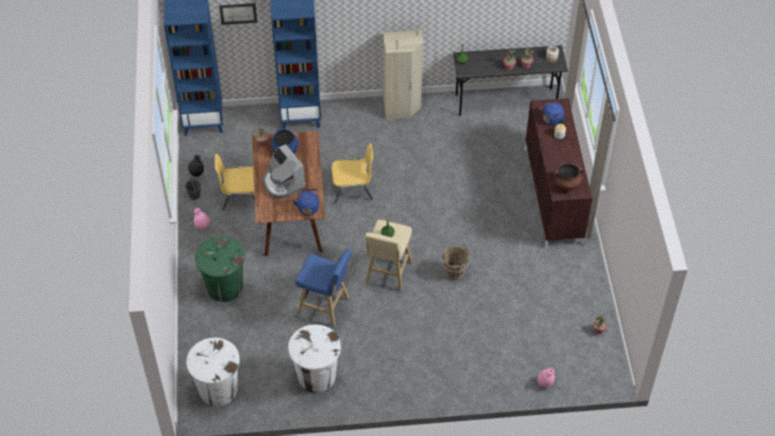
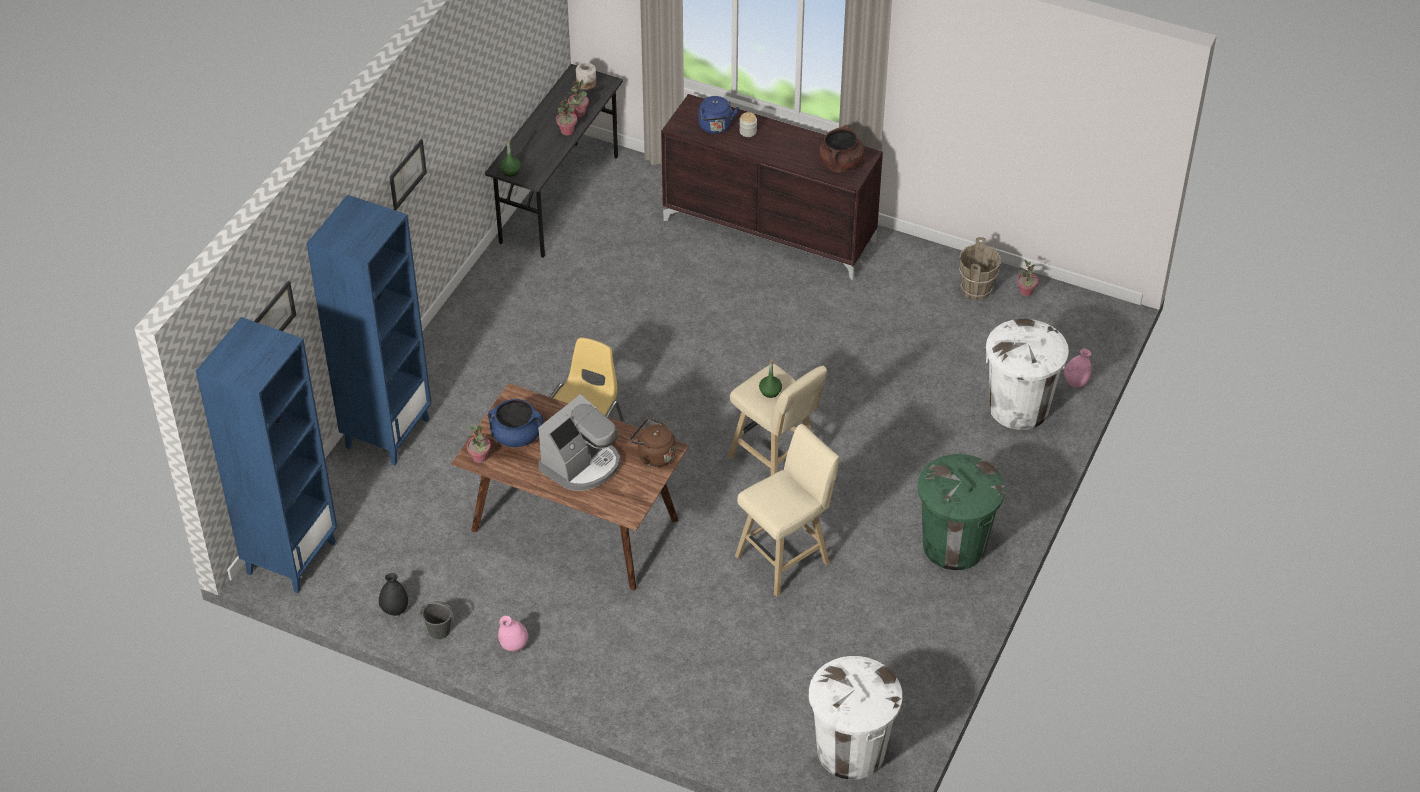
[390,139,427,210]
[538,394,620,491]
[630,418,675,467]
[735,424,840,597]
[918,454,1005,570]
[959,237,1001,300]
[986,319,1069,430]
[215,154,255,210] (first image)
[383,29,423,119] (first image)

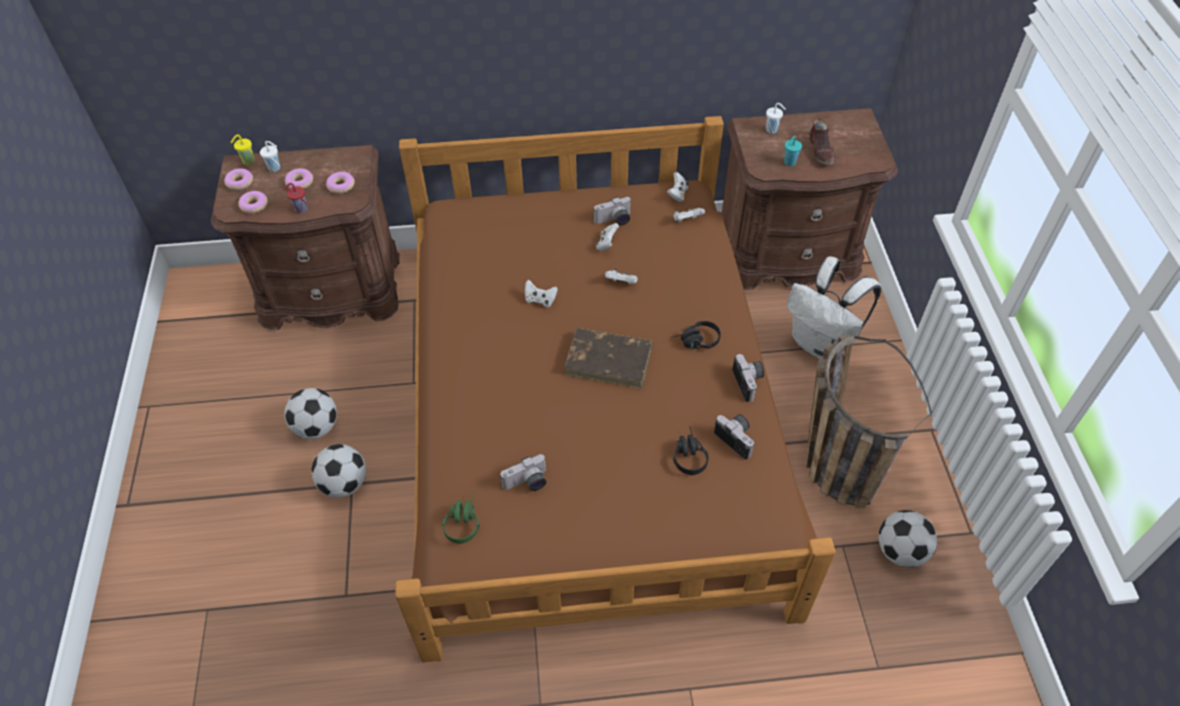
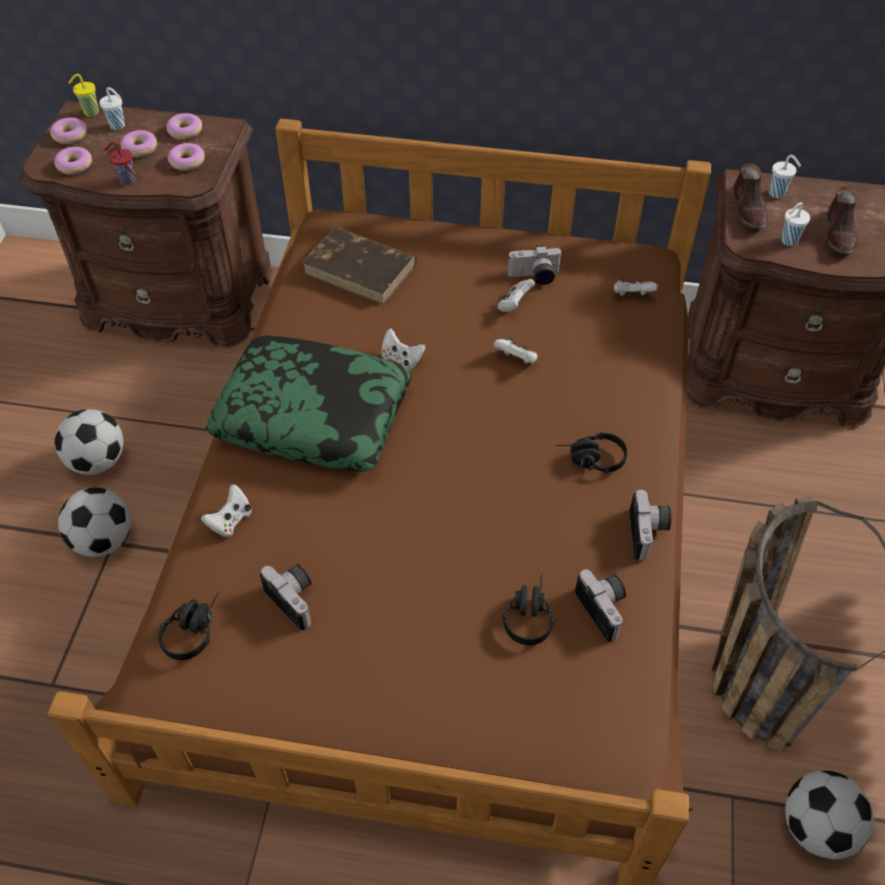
[158,593,219,660]
[167,113,202,140]
[201,484,252,537]
[206,335,412,472]
[260,564,311,630]
[302,227,417,305]
[734,163,768,229]
[781,202,810,246]
[787,256,881,359] (first image)

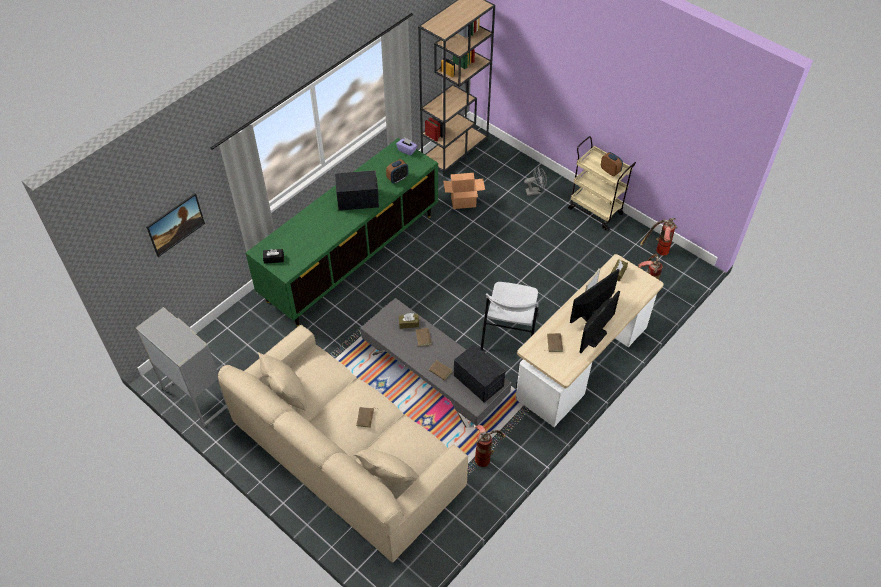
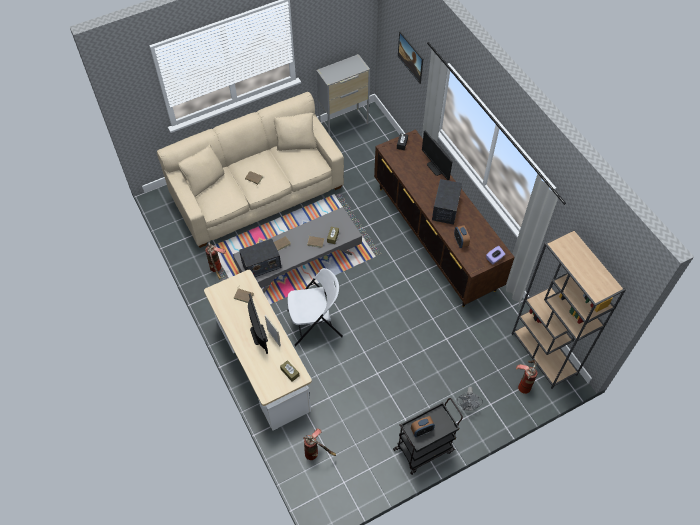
[287,268,343,347]
[374,129,515,307]
[393,398,463,475]
[422,130,452,181]
[516,360,538,394]
[443,173,485,209] (first image)

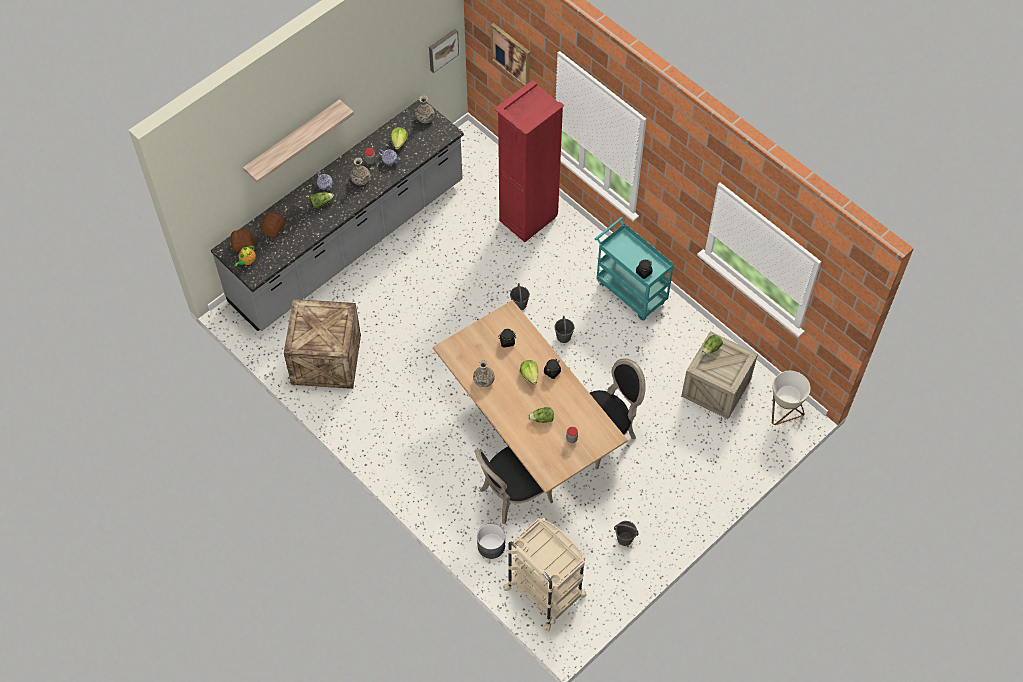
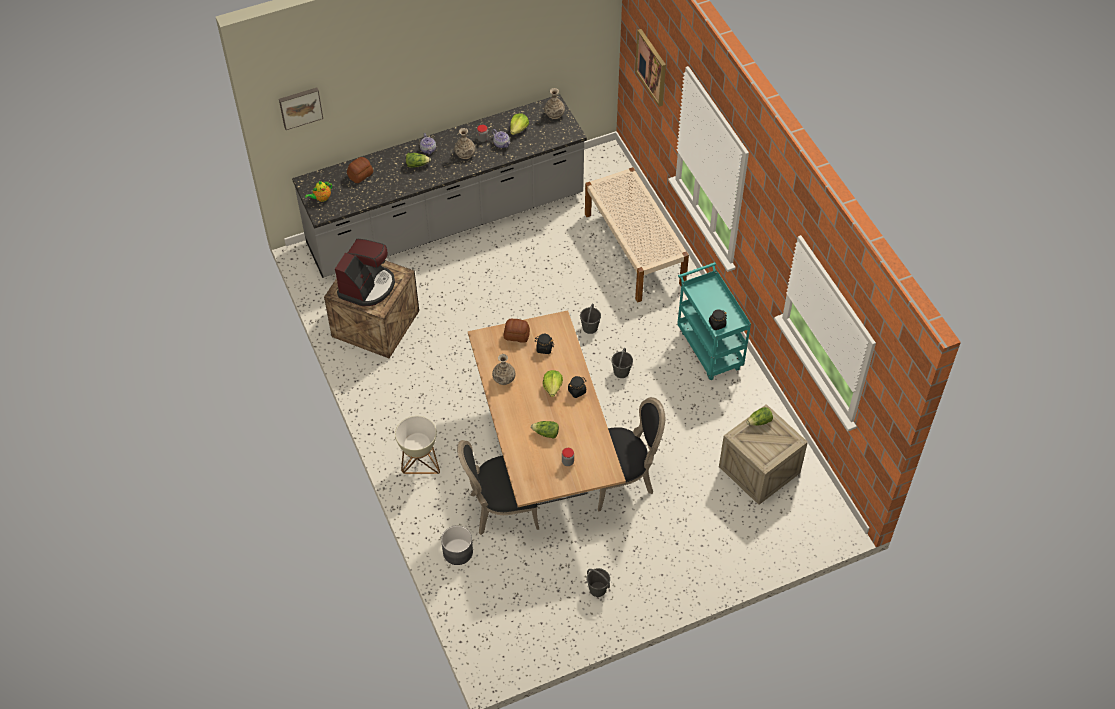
[279,87,323,130]
[335,239,395,306]
[395,416,440,474]
[504,318,530,343]
[585,167,689,303]
[243,99,354,183] (first image)
[503,518,586,631] (first image)

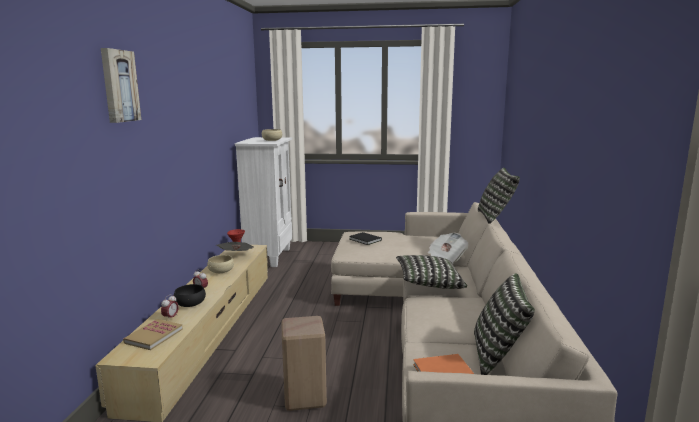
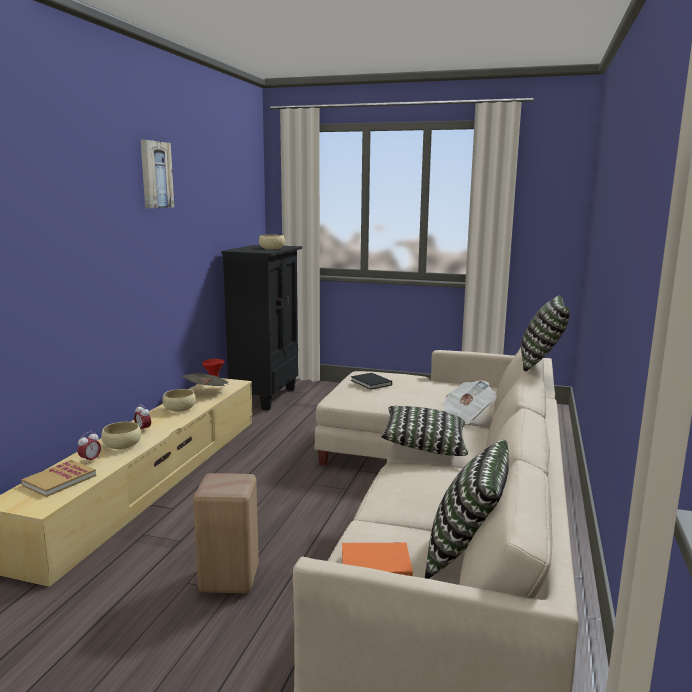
[101,422,141,449]
[141,140,174,208]
[221,245,302,410]

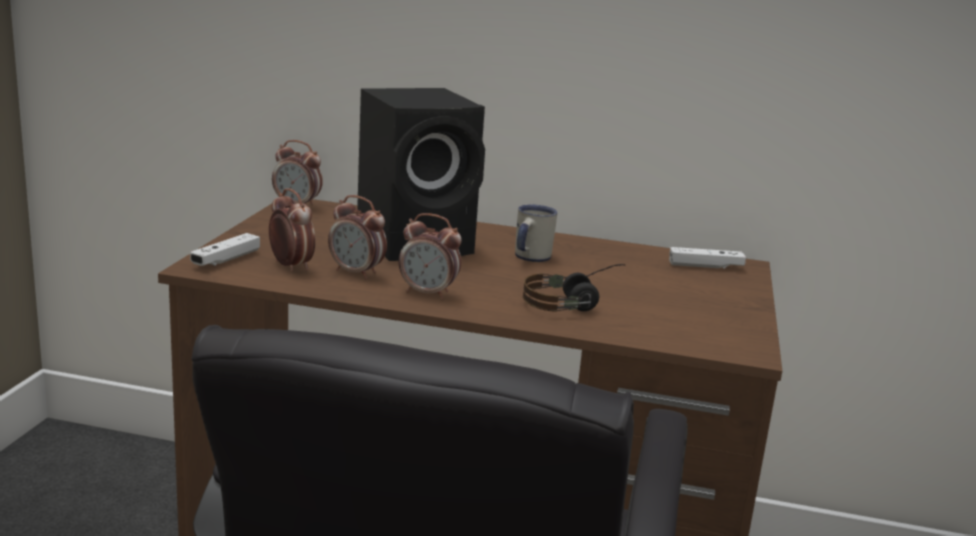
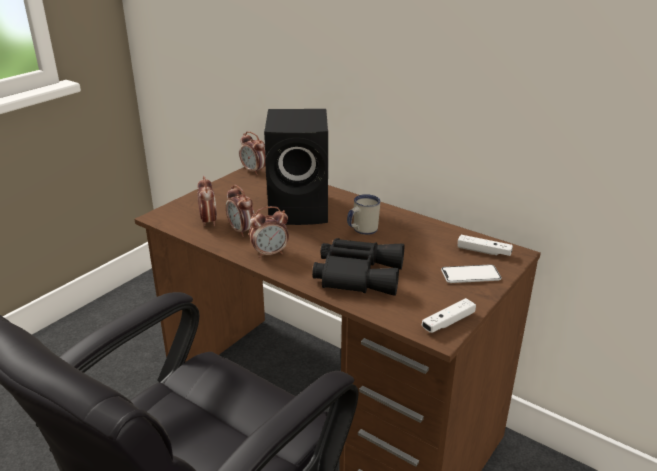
[249,206,289,258]
[312,238,404,296]
[422,298,476,333]
[441,264,502,283]

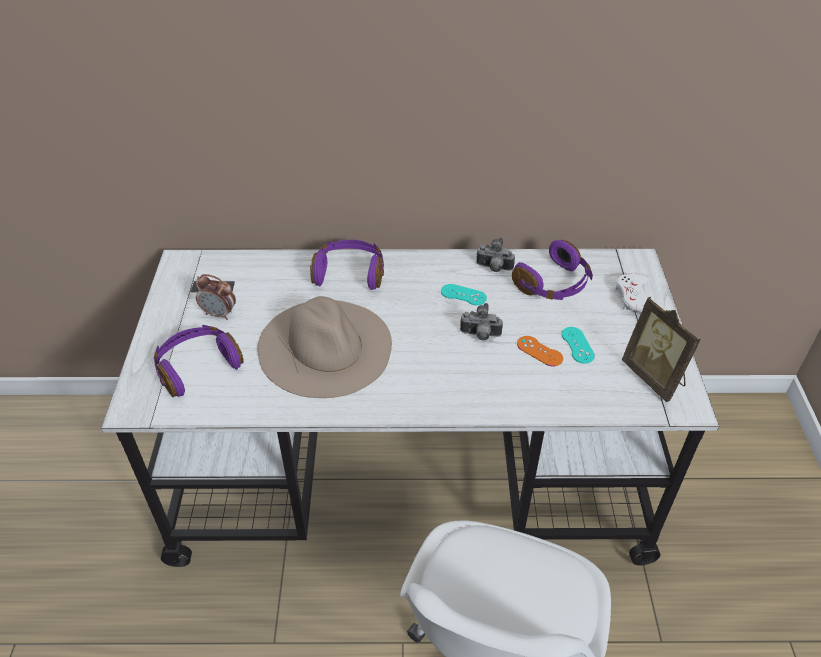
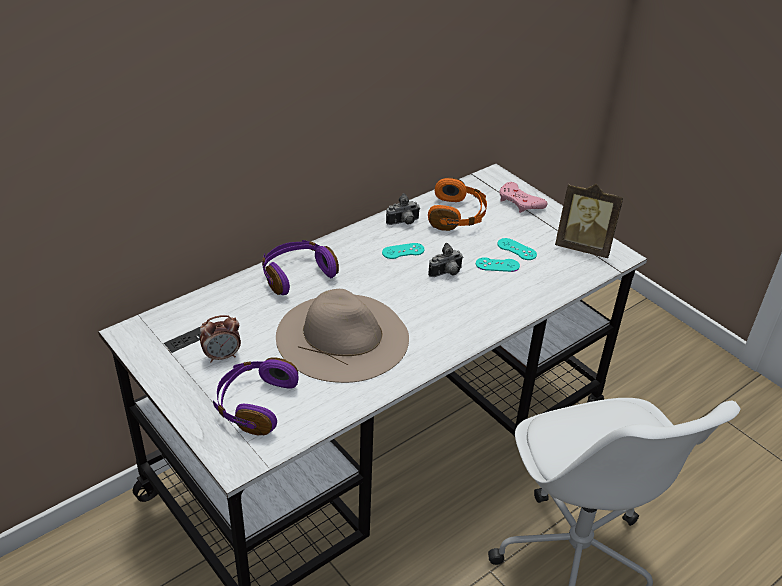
[428,177,487,231]
[476,257,520,272]
[499,182,548,213]

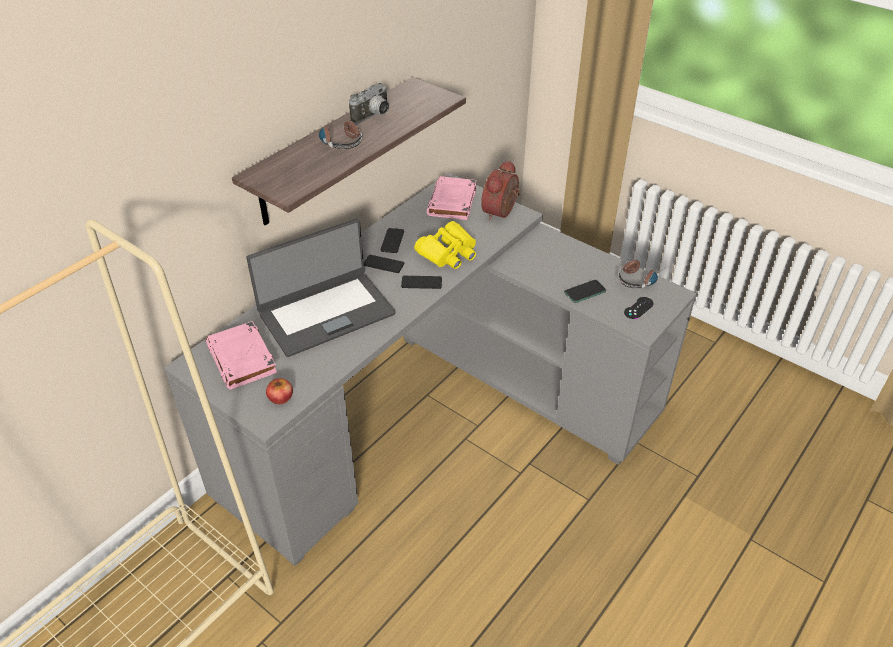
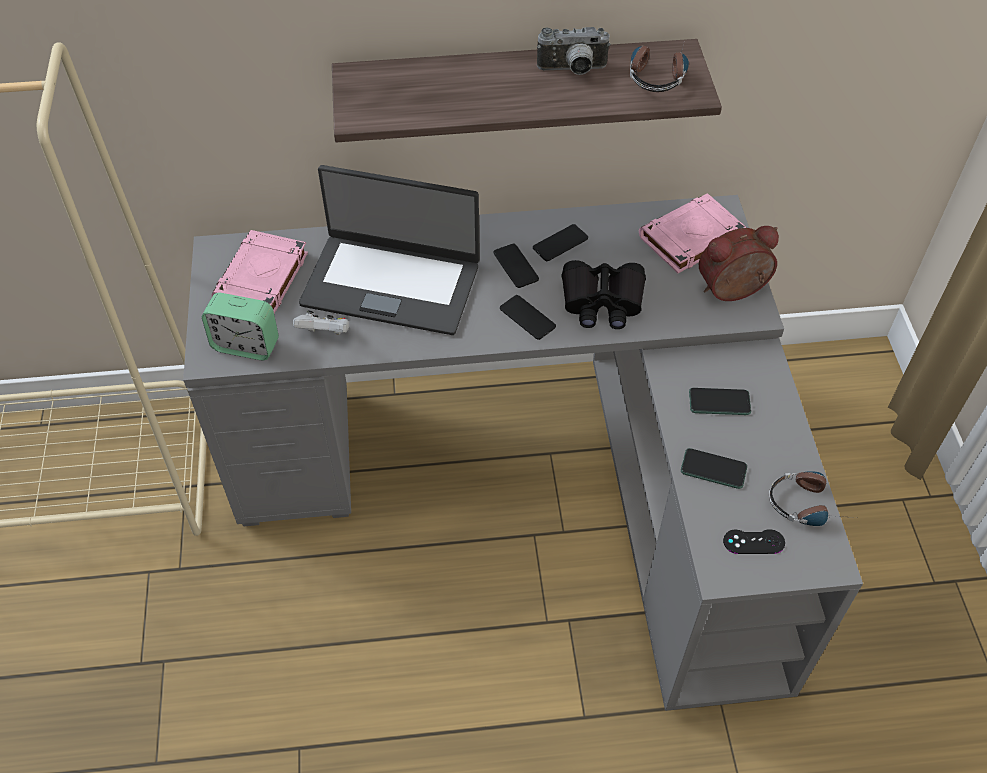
[202,293,279,360]
[293,310,349,335]
[562,260,646,329]
[630,43,689,92]
[689,388,751,415]

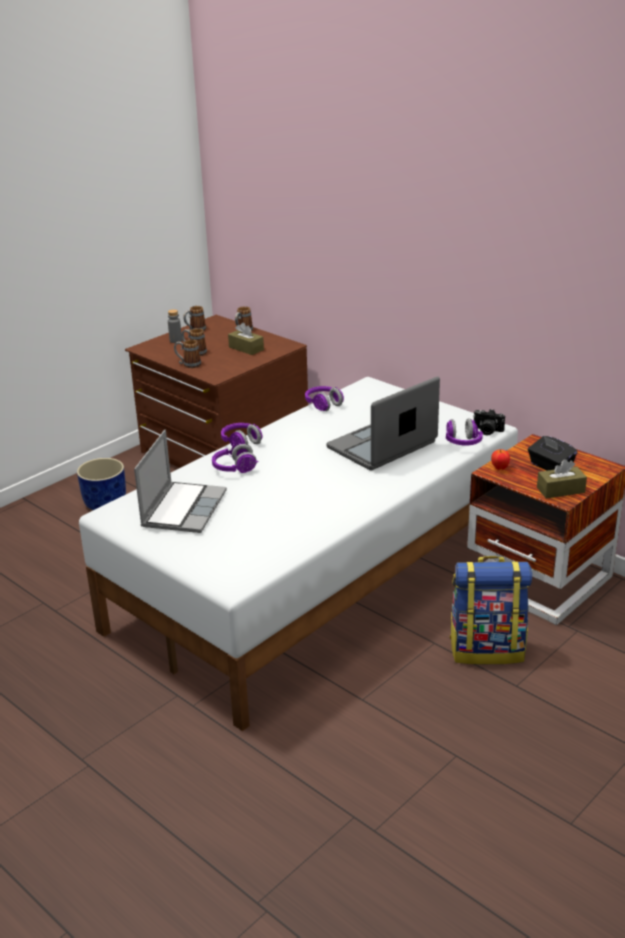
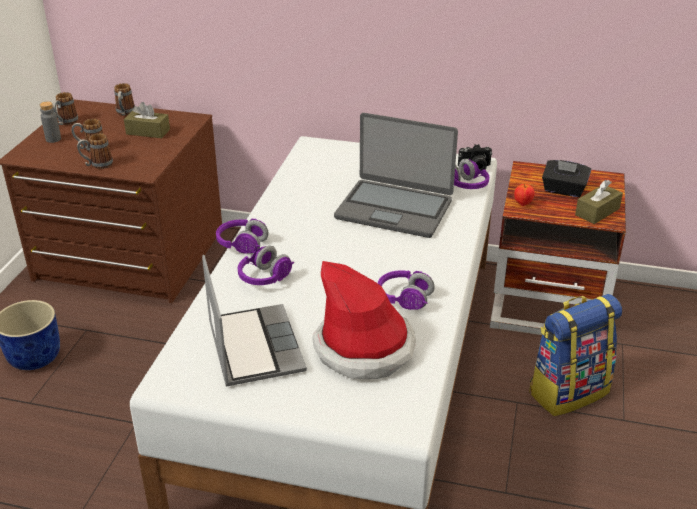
[313,261,416,379]
[334,113,458,238]
[378,271,435,310]

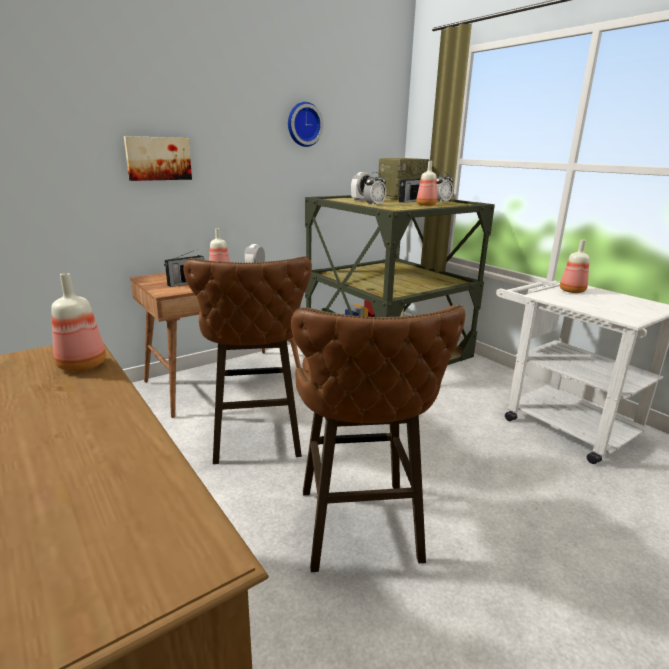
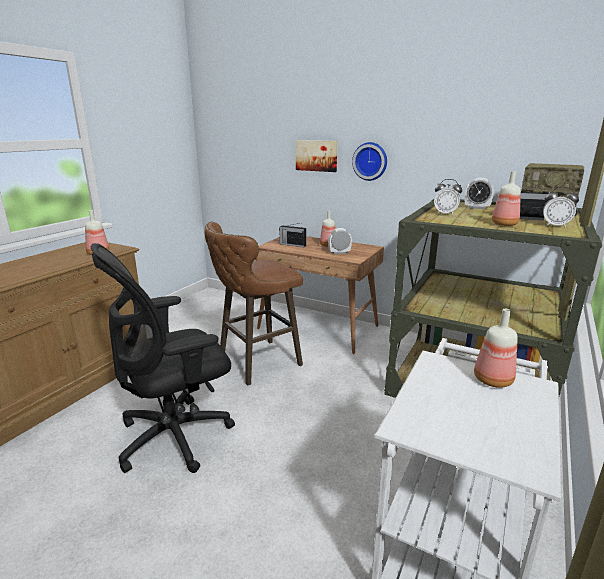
[91,243,235,473]
[352,142,387,181]

